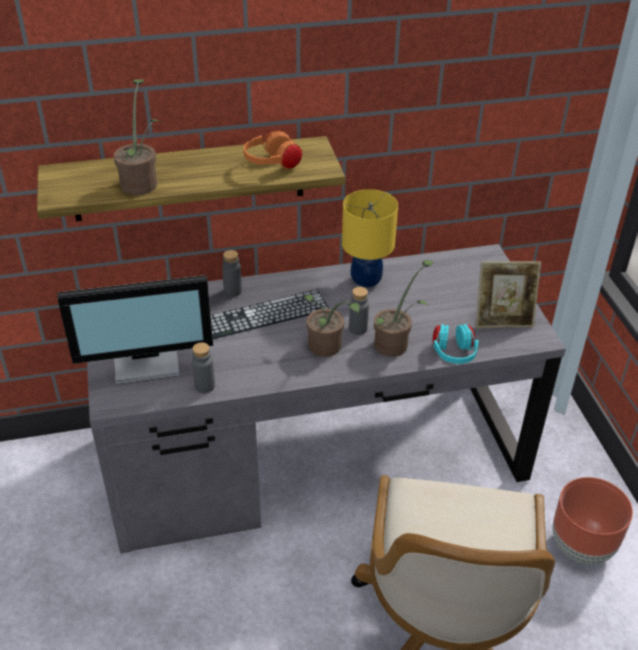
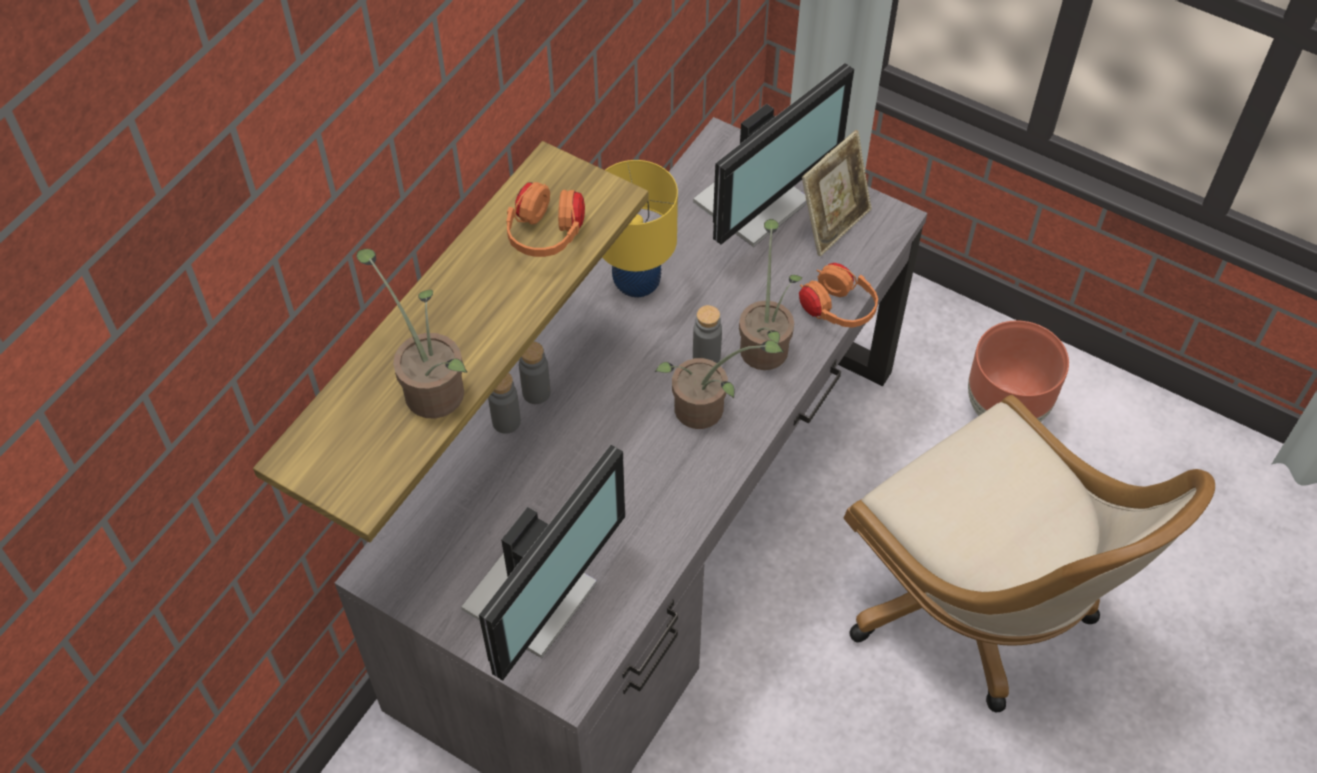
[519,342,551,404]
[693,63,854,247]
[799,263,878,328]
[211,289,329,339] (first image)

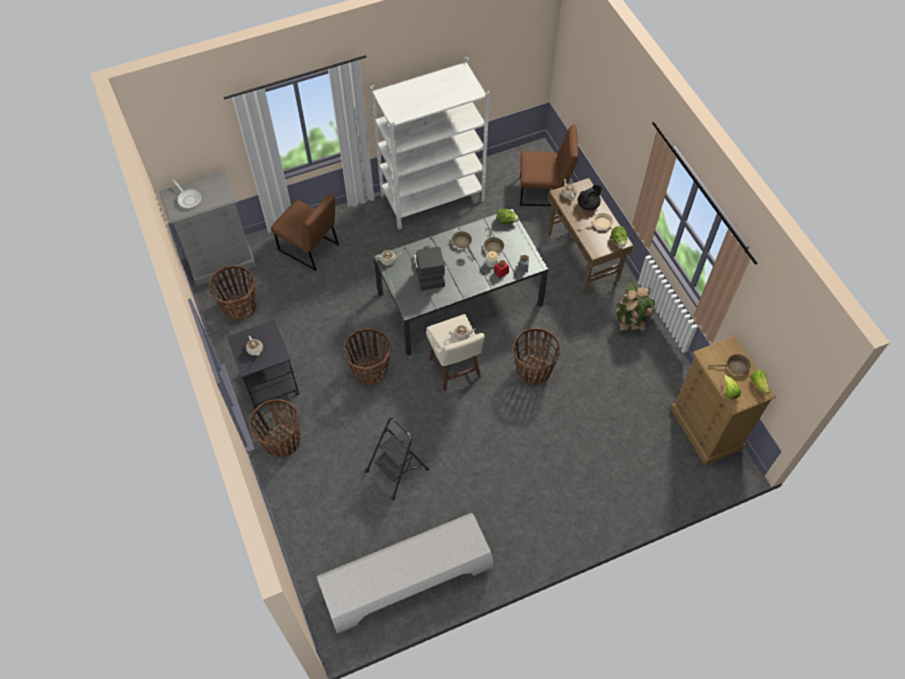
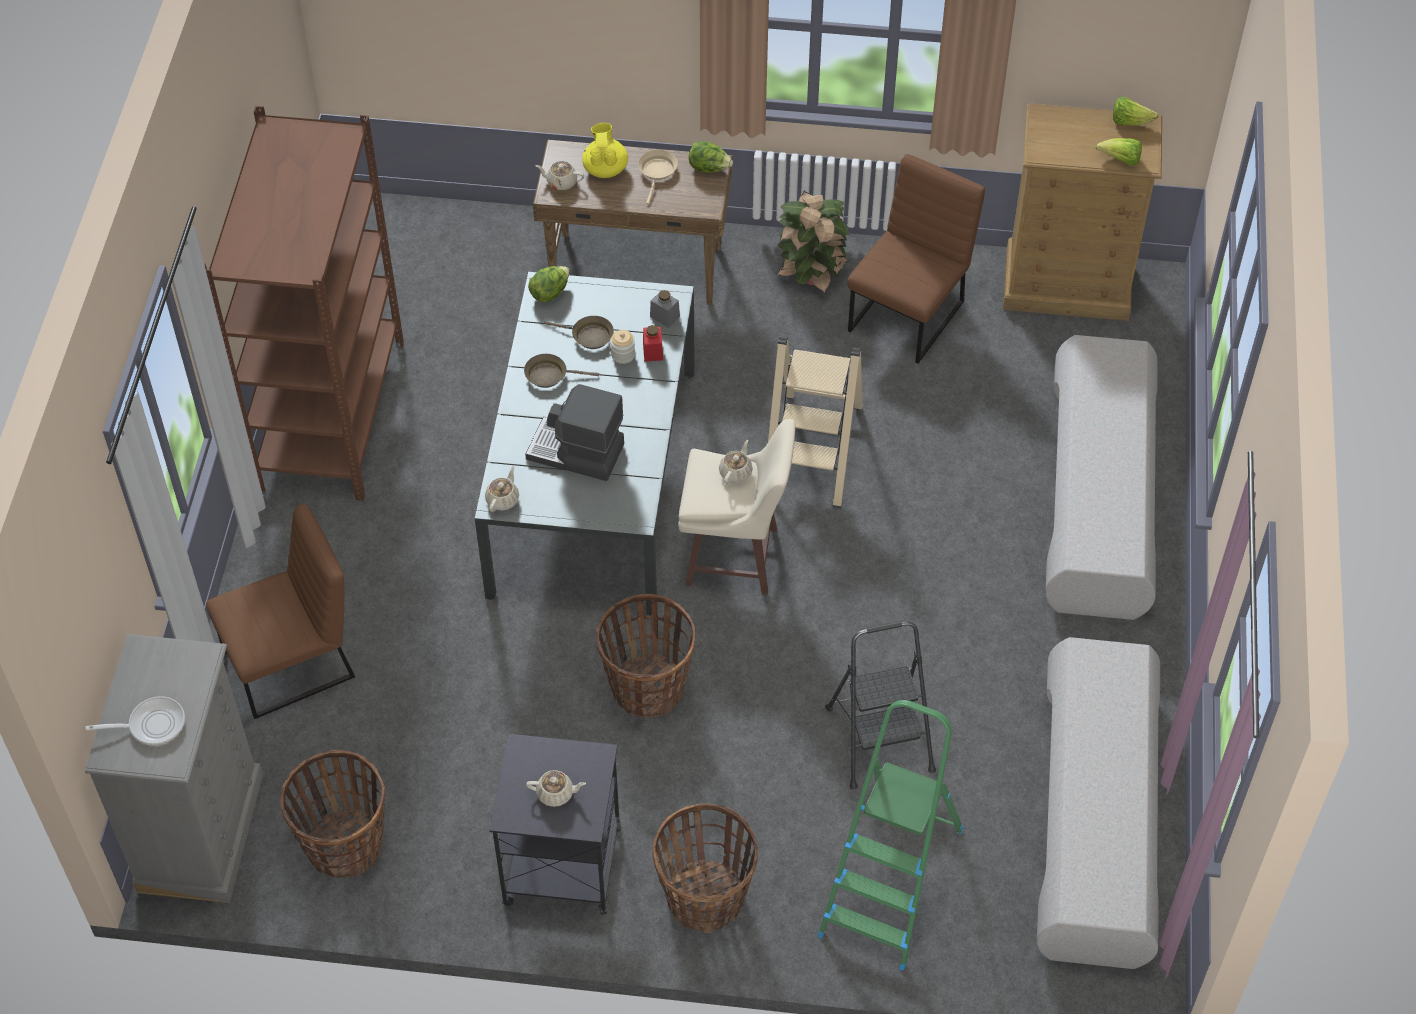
[204,106,404,501]
[582,123,628,178]
[768,336,863,508]
[818,700,964,971]
[847,154,985,363]
[1045,335,1158,620]
[708,354,751,375] (first image)

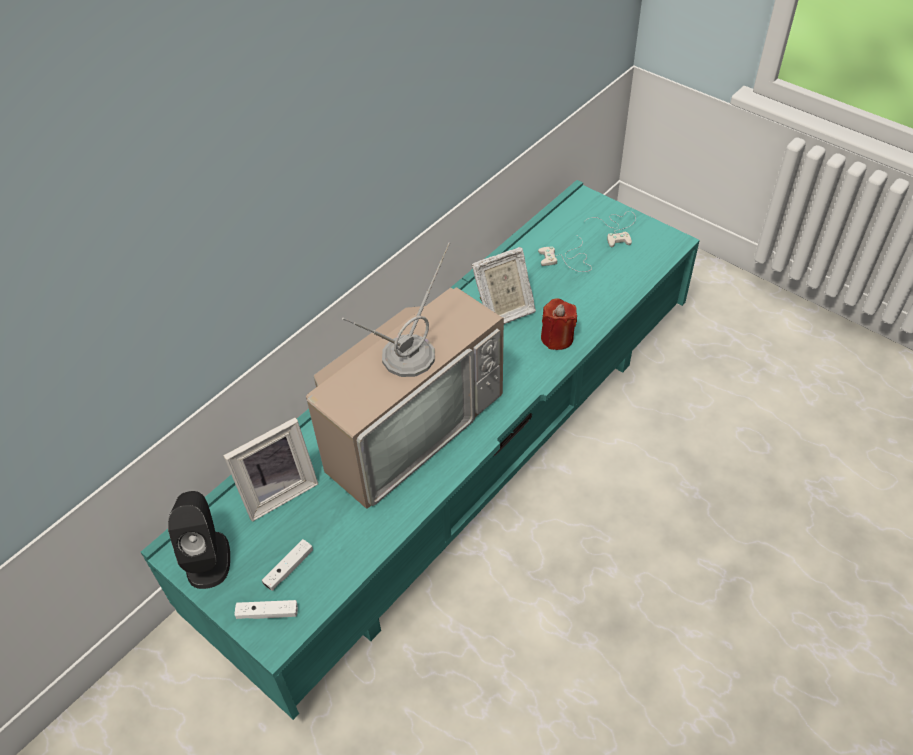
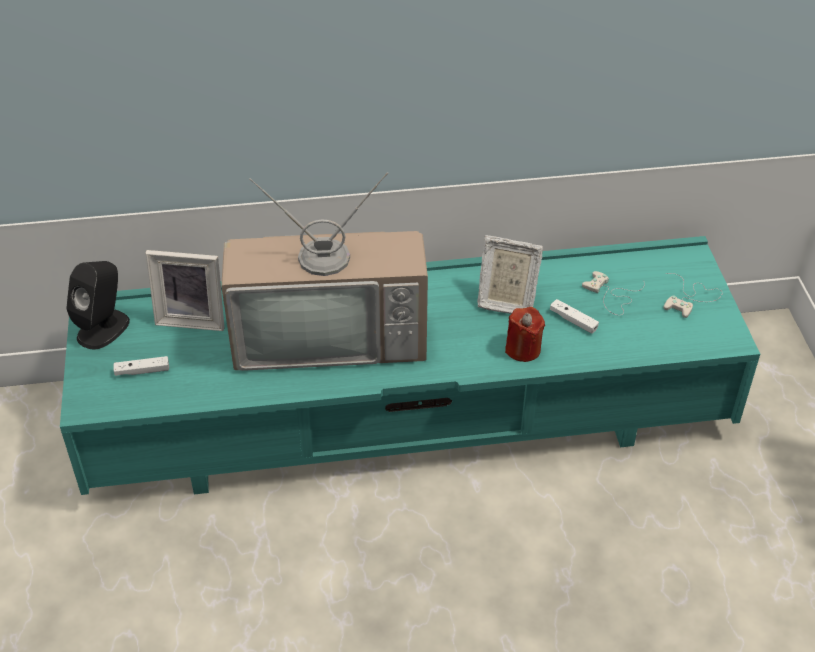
[550,299,599,334]

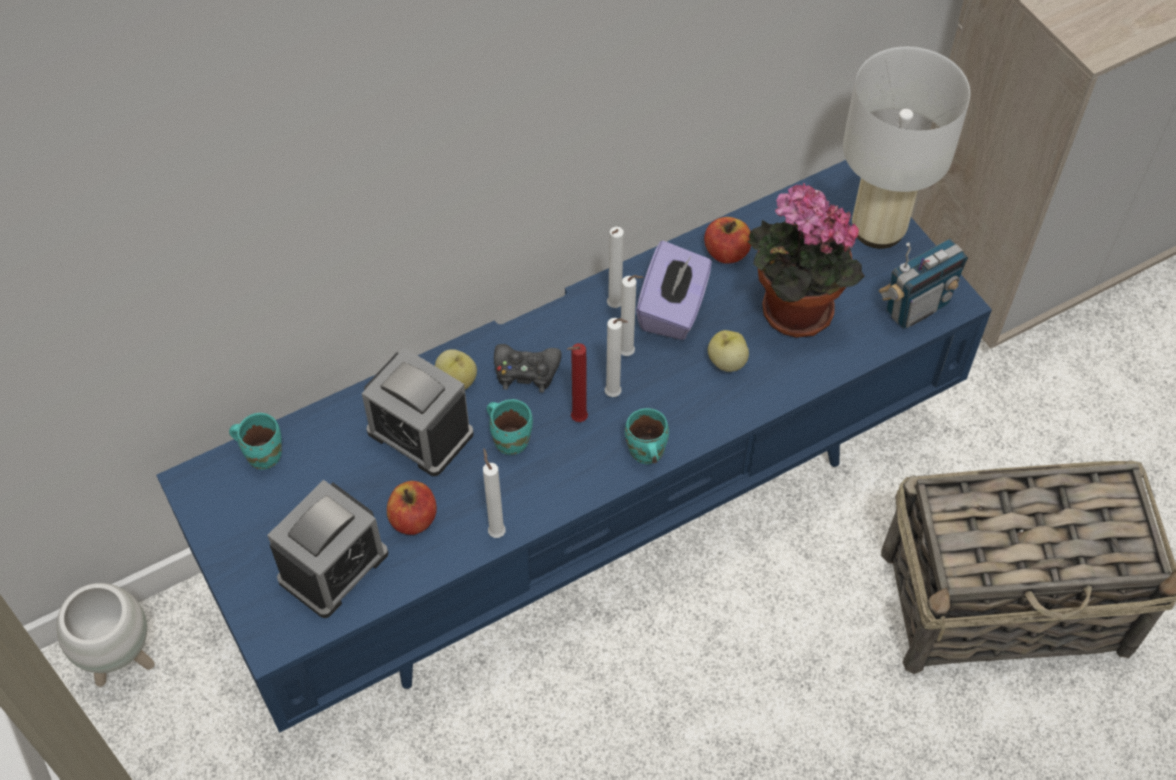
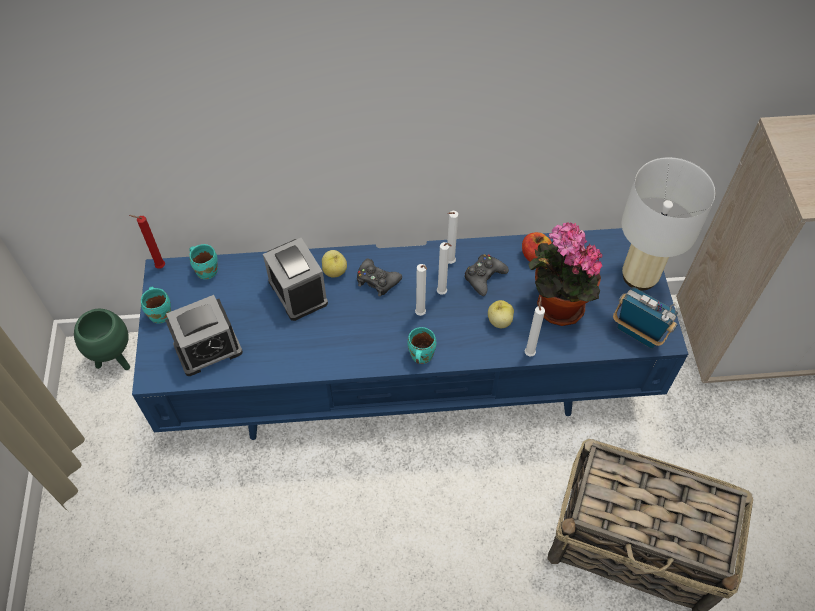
[74,309,130,370]
[129,215,165,269]
[141,287,171,324]
[464,254,509,296]
[525,296,545,357]
[613,287,678,348]
[387,481,437,535] (first image)

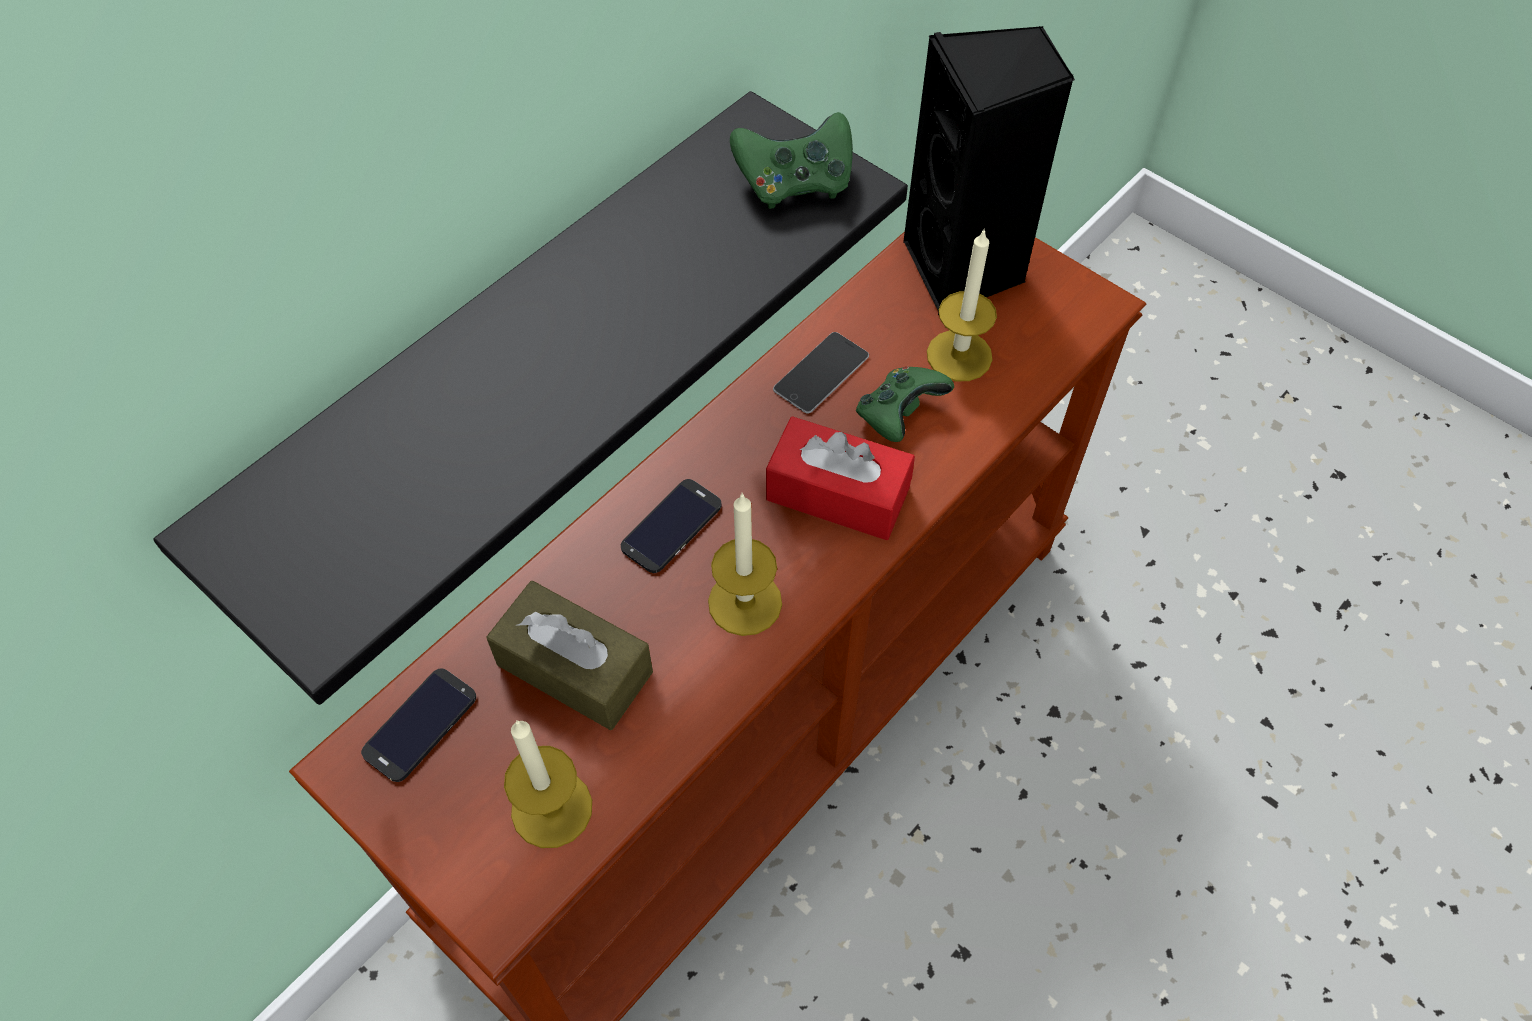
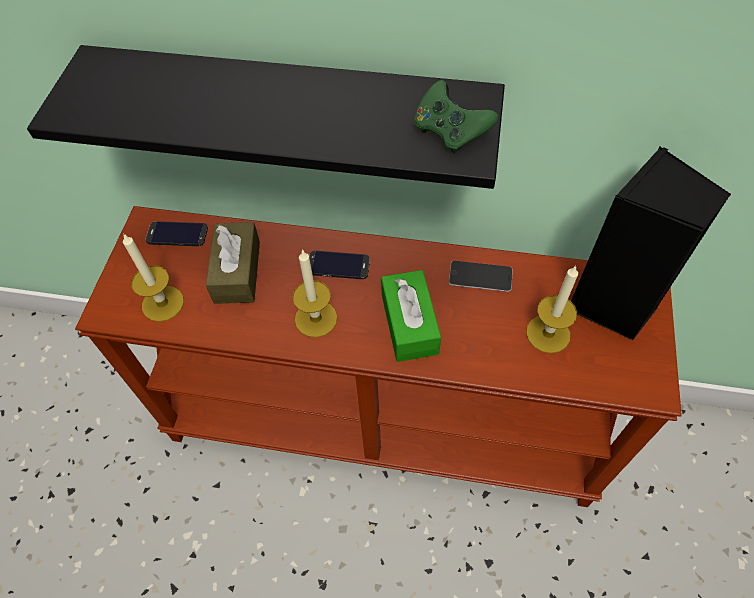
[381,270,441,362]
[856,366,954,442] (first image)

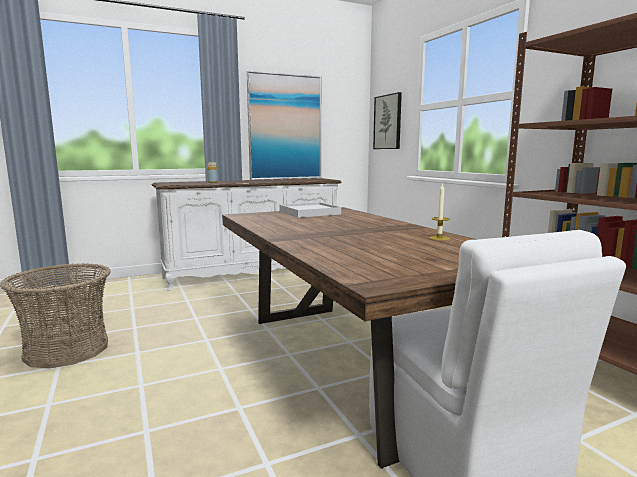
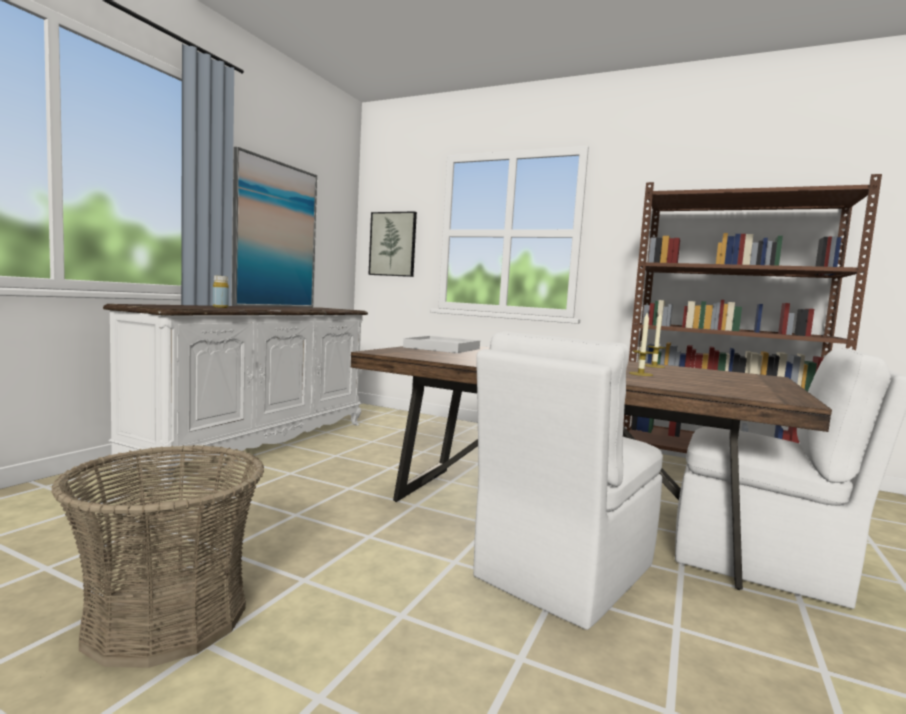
[473,331,663,630]
[629,313,654,376]

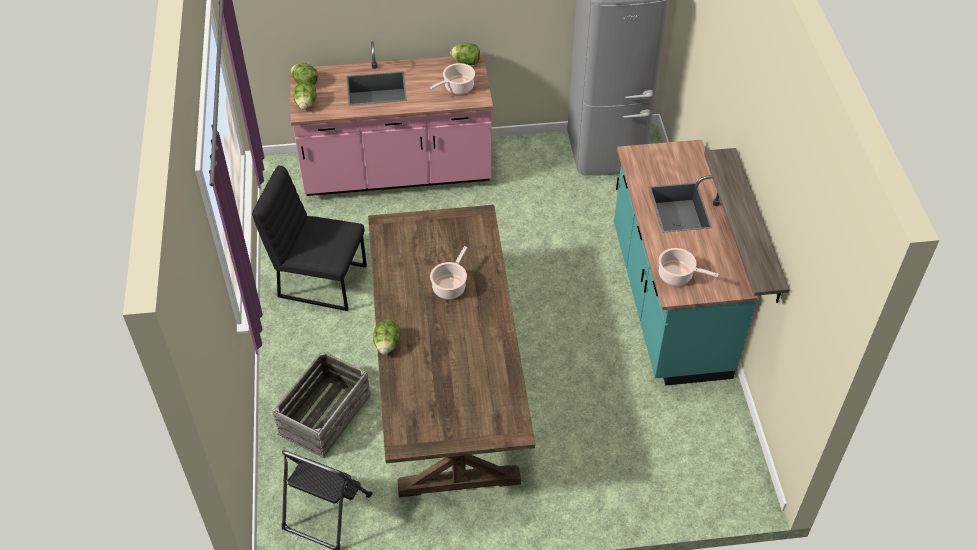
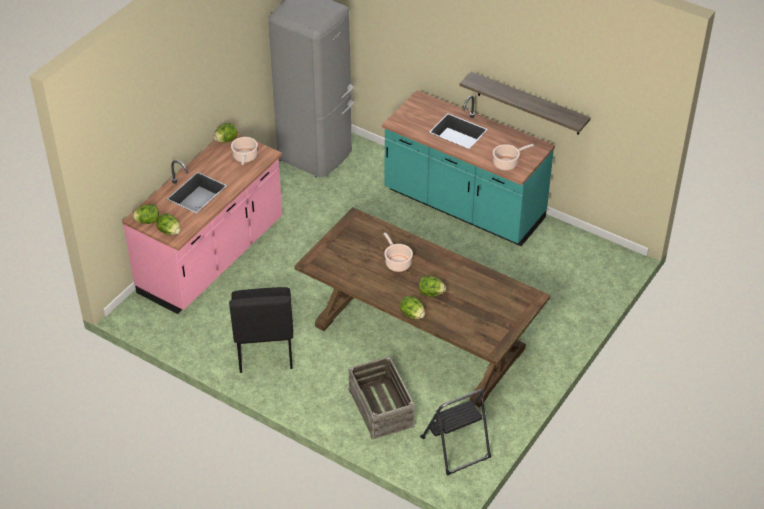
[229,287,293,373]
[419,276,446,297]

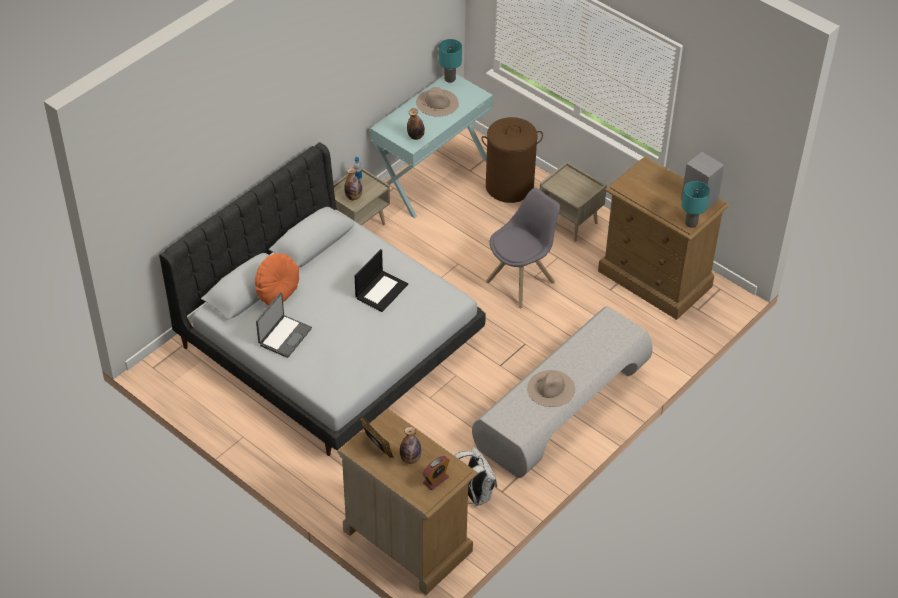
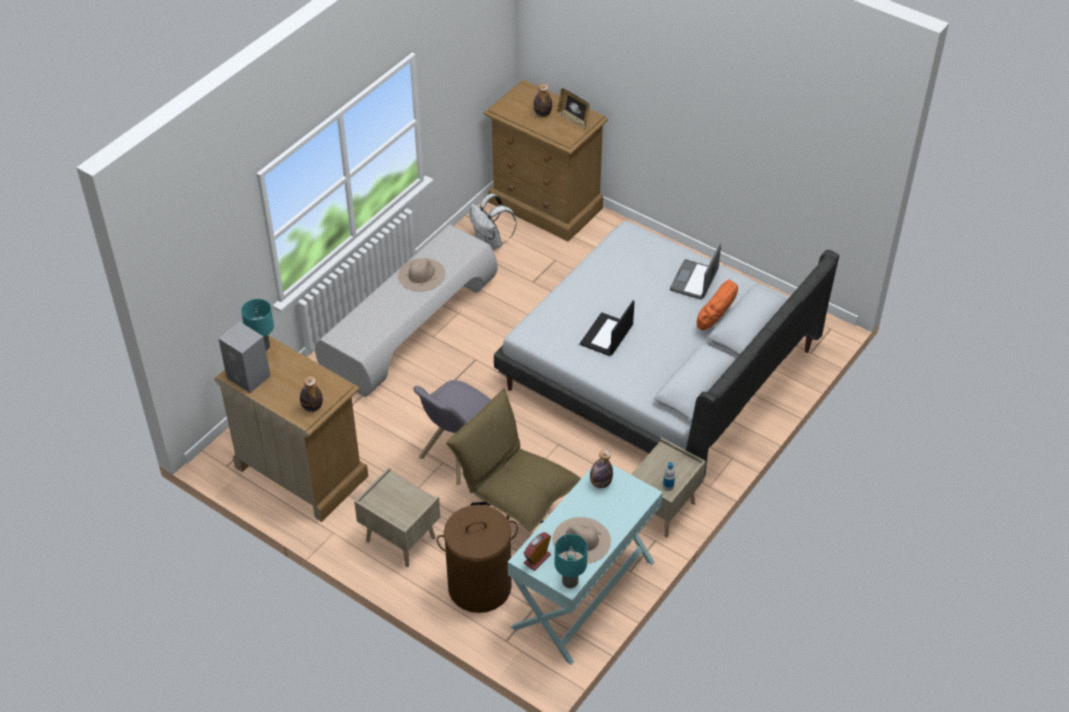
[300,376,323,412]
[446,389,581,532]
[524,532,551,571]

